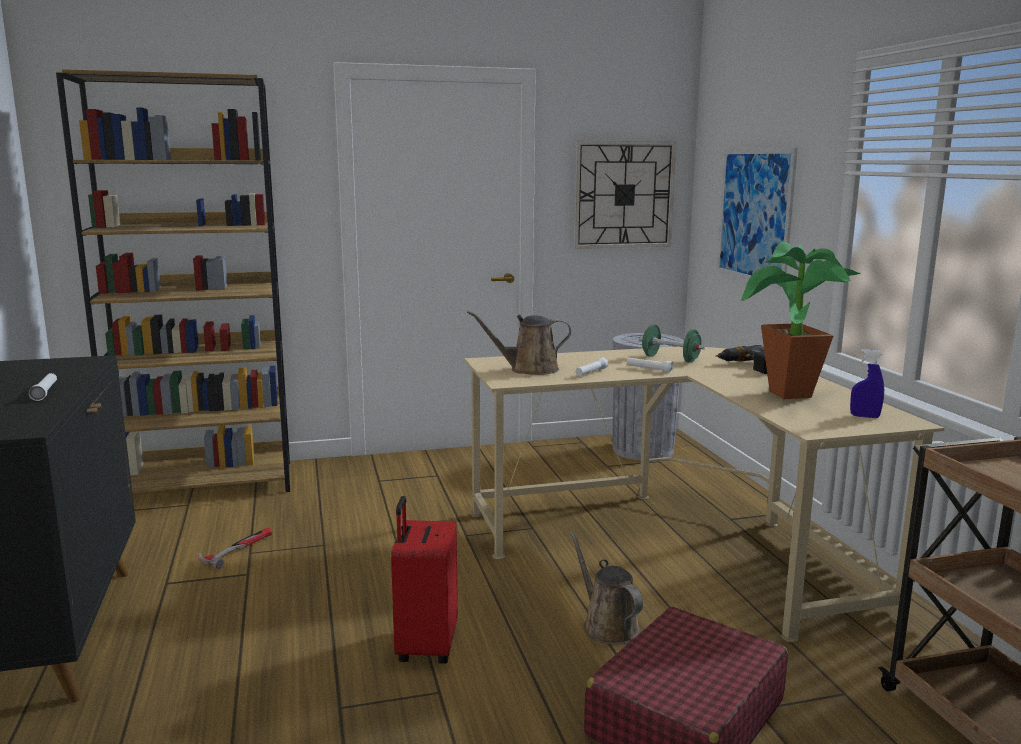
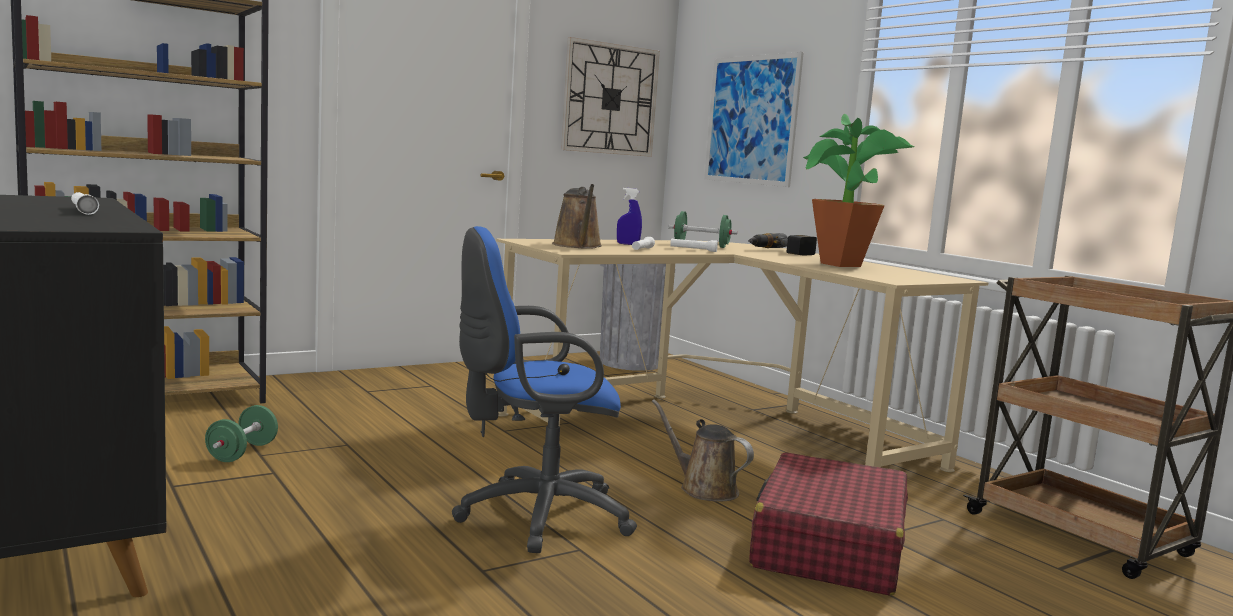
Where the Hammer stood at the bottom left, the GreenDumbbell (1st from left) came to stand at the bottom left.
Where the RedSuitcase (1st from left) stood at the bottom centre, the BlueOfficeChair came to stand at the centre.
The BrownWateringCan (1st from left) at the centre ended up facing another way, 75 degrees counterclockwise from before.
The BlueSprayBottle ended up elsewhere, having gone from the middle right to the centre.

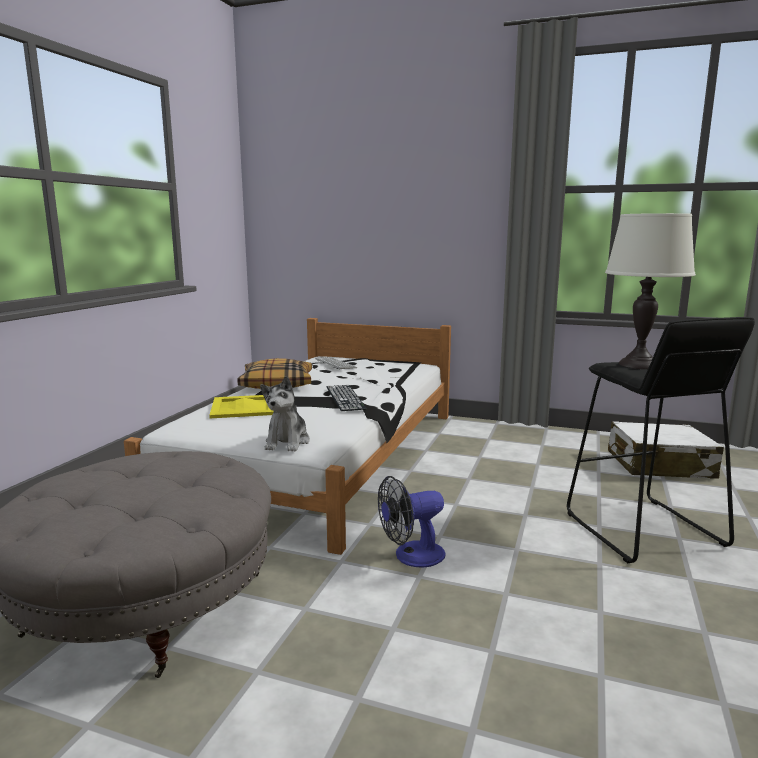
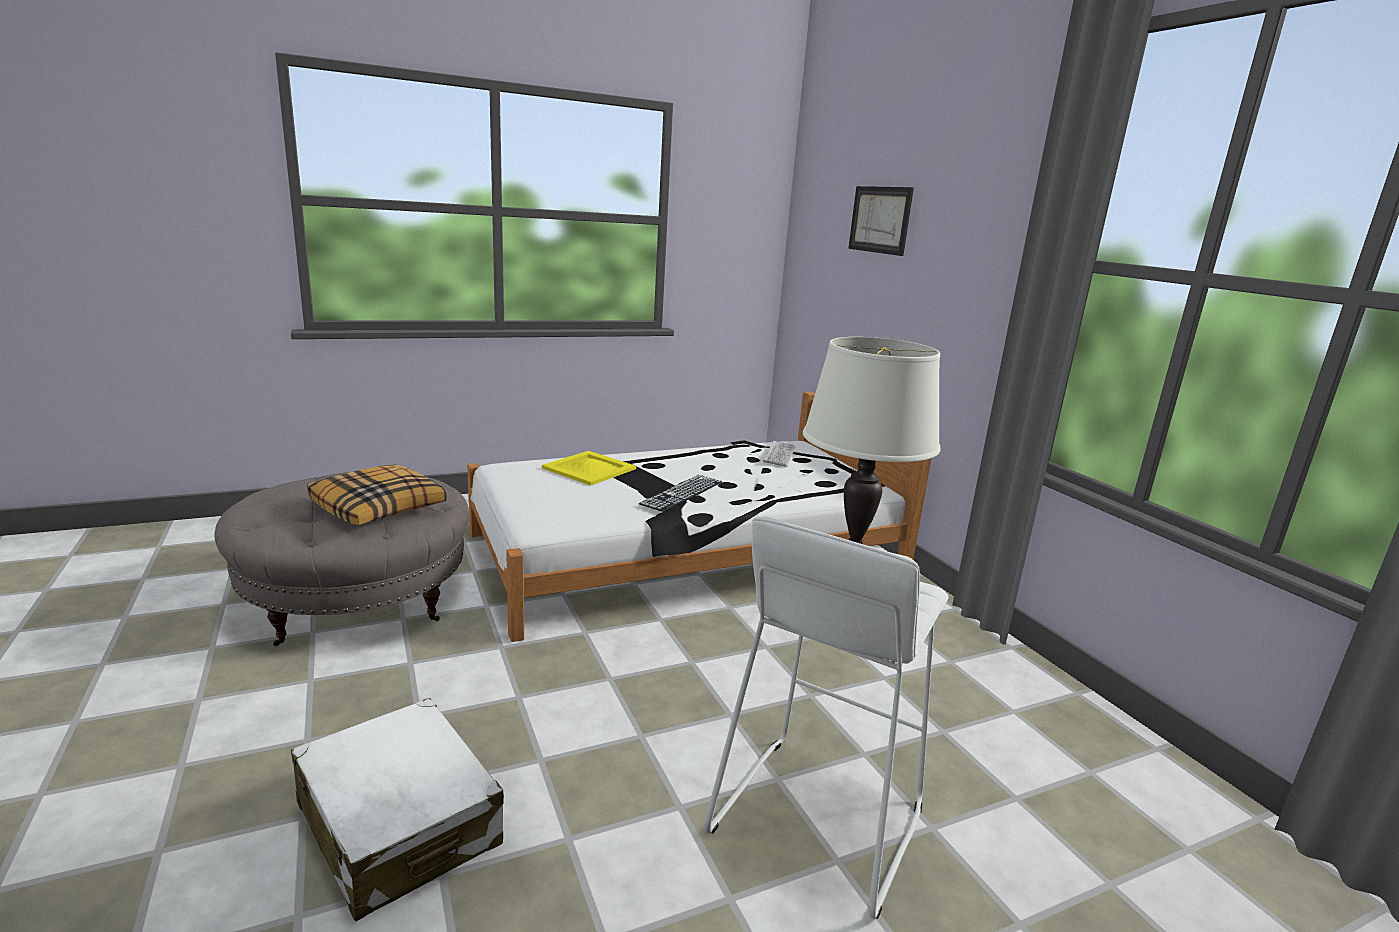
The Pillow ended up elsewhere, having gone from the centre to the middle left.
The second view lost the PlushToy at the centre.
The second view lost the Fan at the bottom centre.
What was the BlackStool at the middle right turned into the WhiteStool at the bottom centre.
The WhiteSuitcase ended up elsewhere, having gone from the middle right to the bottom left.
The second view gained the Picture at the top centre.

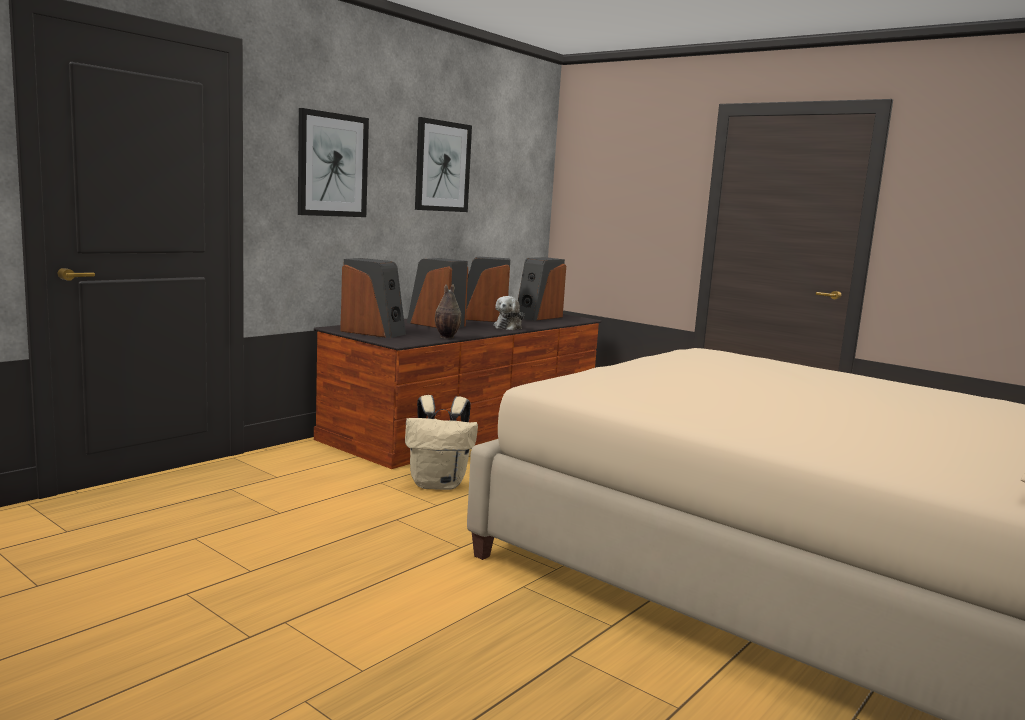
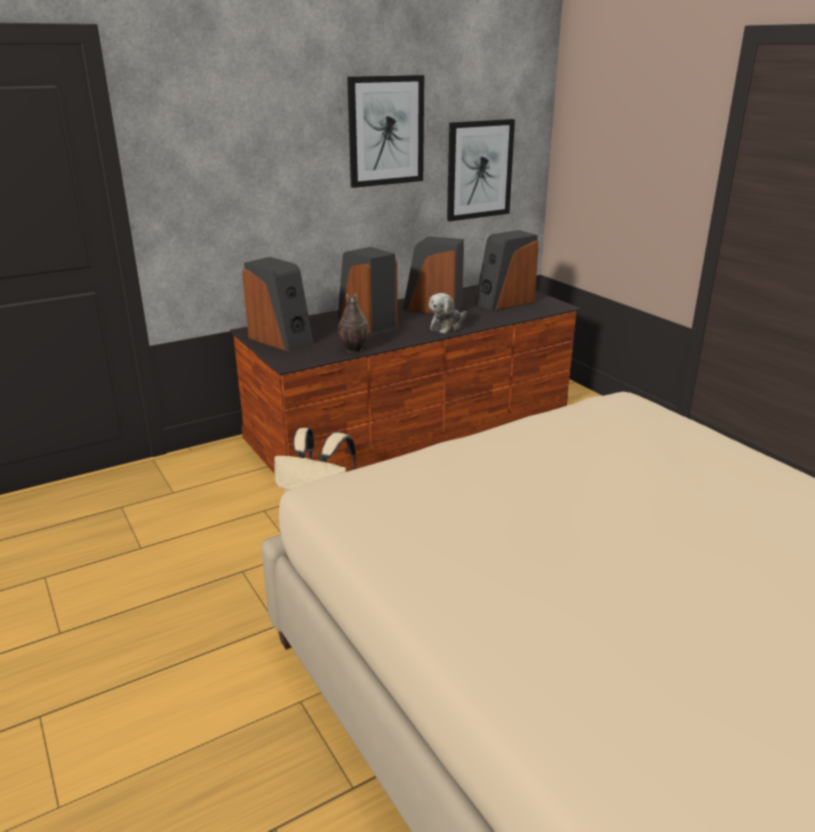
The Picture (1st from left in the first image) ended up elsewhere, having gone from the top left to the top centre.

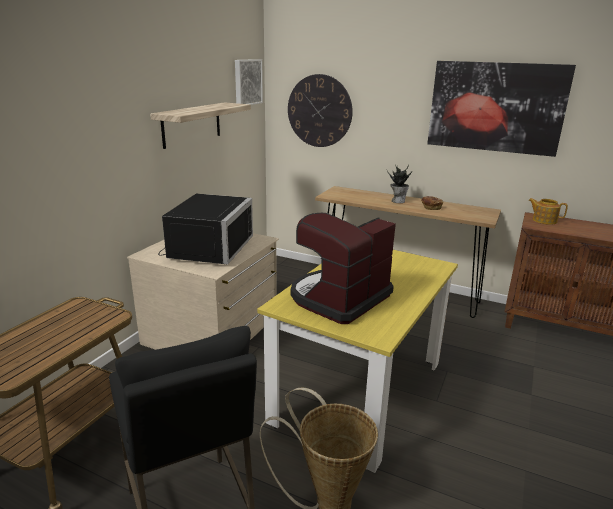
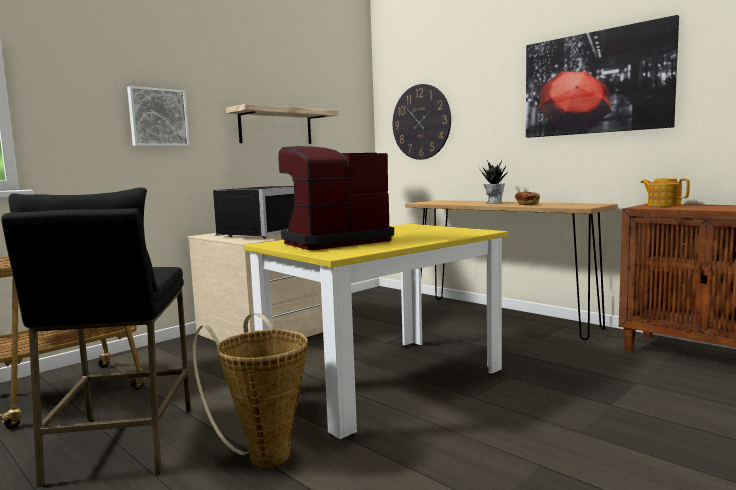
The Picture (1st from left) ended up elsewhere, having gone from the top centre to the top left.

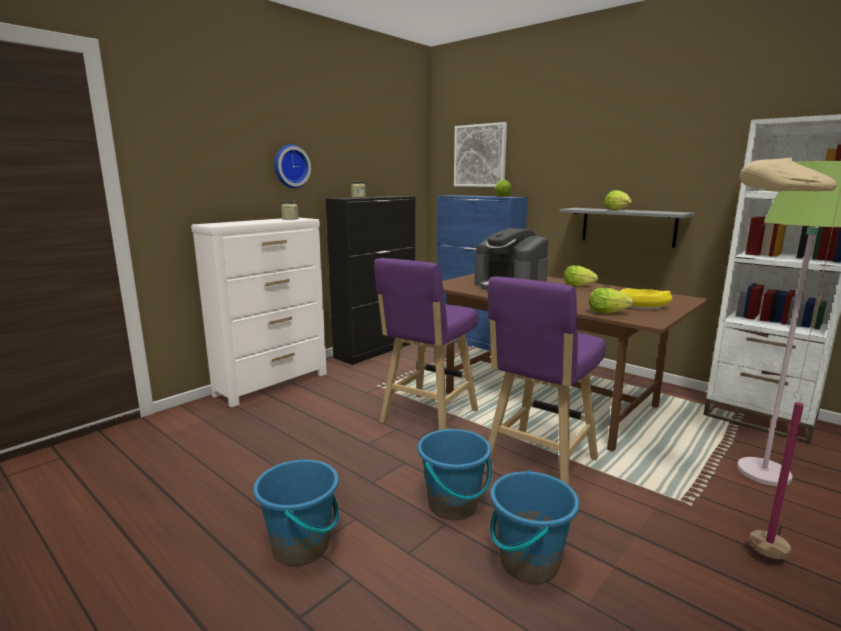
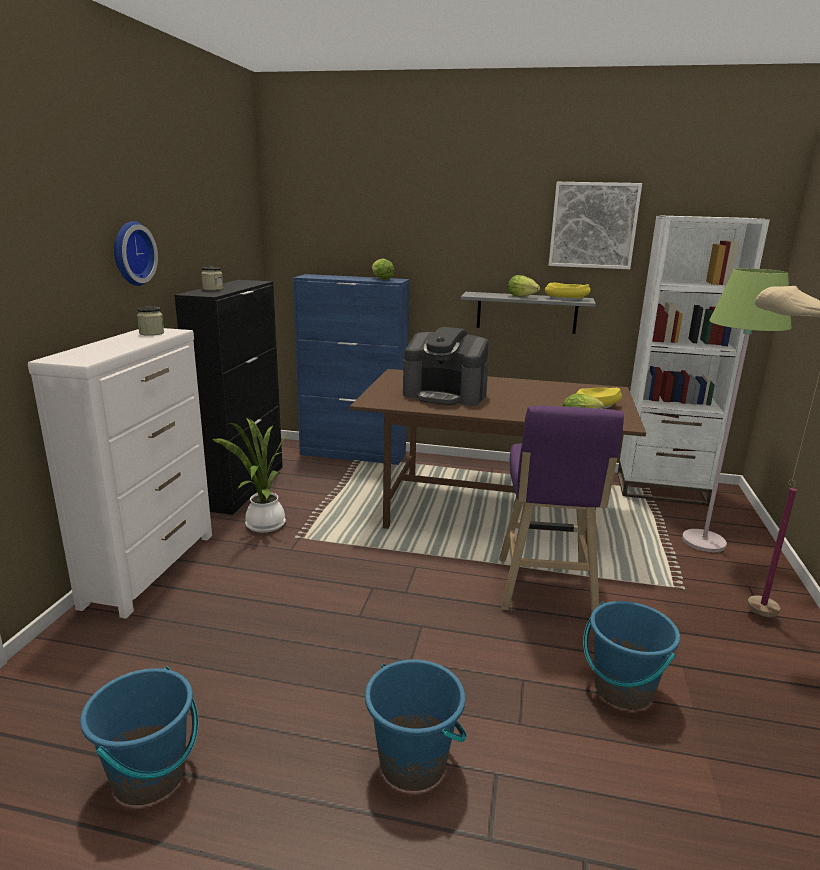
The second view lost the PurpleStool (1st from left) at the centre.
The BlueBucket (2nd from left in the first image) ended up elsewhere, having gone from the bottom centre to the bottom left.
The Picture ended up elsewhere, having gone from the top centre to the top right.
The second view lost the Lettuce (2nd from left) at the middle right.
The second view gained the PottedPlant at the middle left.
The second view gained the YellowBowl (1st from left) at the middle right.

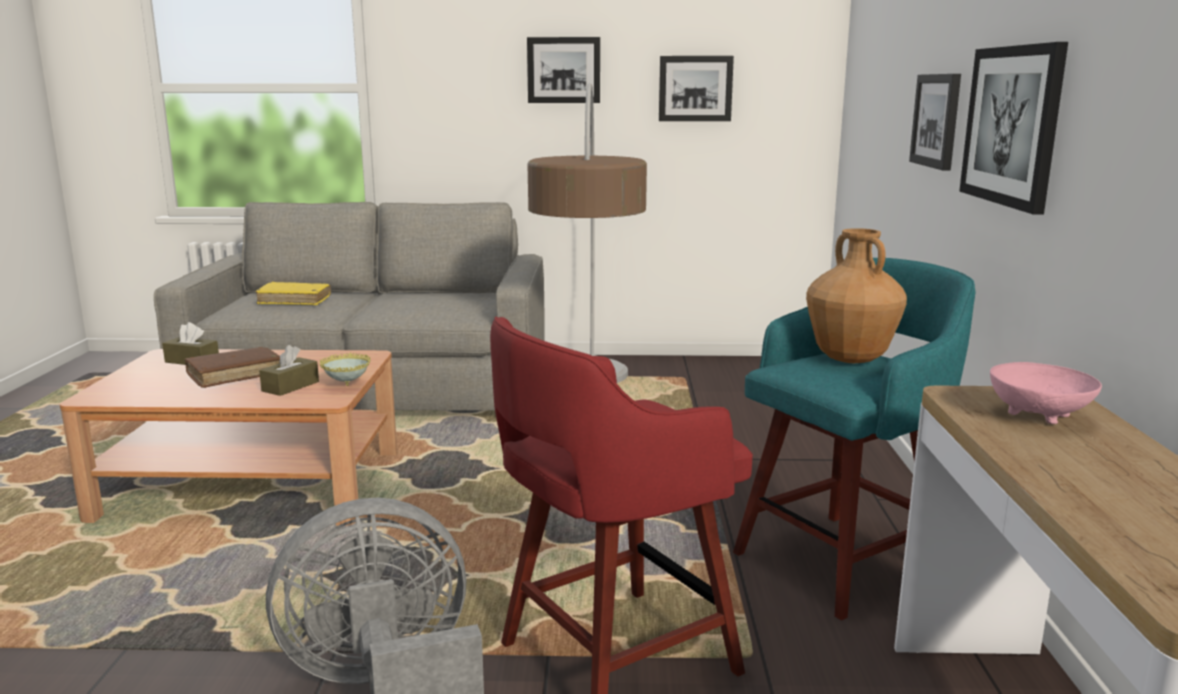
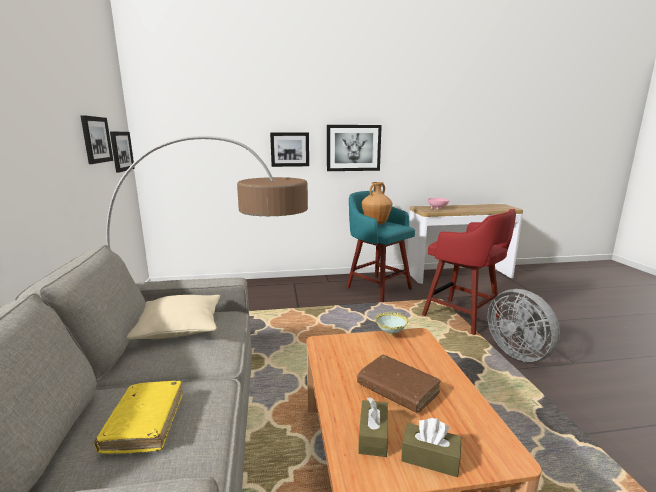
The BrownTissueBox (2nd from left) ended up elsewhere, having gone from the middle left to the bottom centre.
The Picture (1st from left in the first image) ended up elsewhere, having gone from the top centre to the top left.
The second view gained the BeigePillow at the middle left.

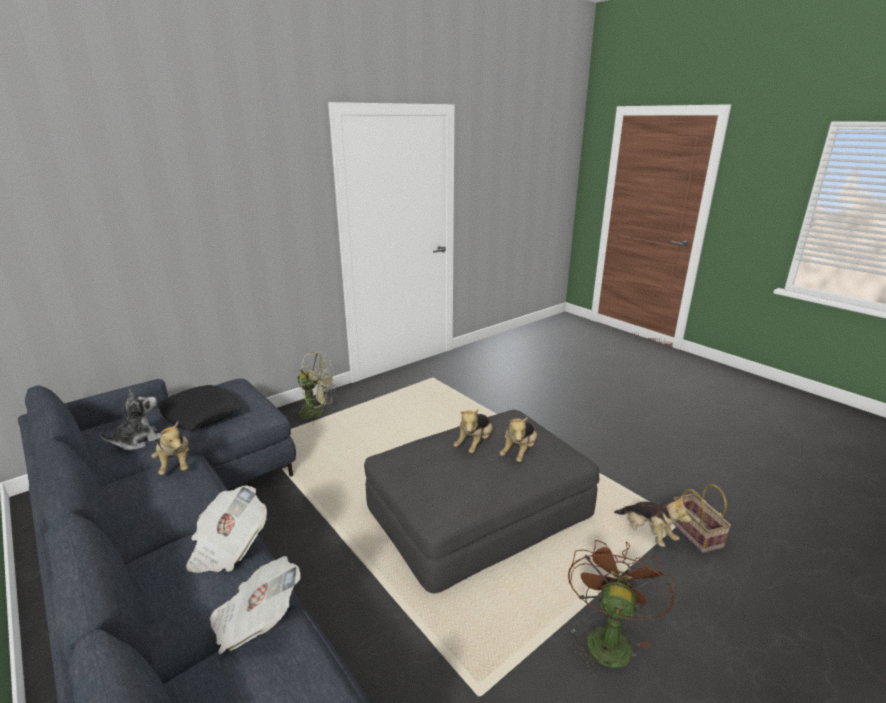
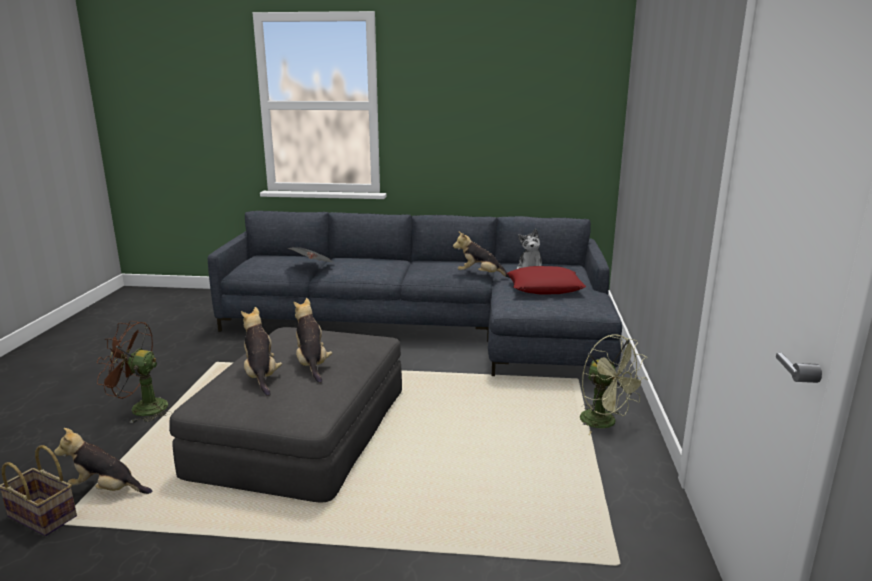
What was the BlackPillow at the middle left turned into the RedPillow at the centre.
The second view lost the Newspaper (1st from left) at the bottom left.
The GreenFan at the centre ended up facing another way, 90 degrees counterclockwise from before.
The BrownFan at the bottom right ended up facing another way, 120 degrees clockwise from before.

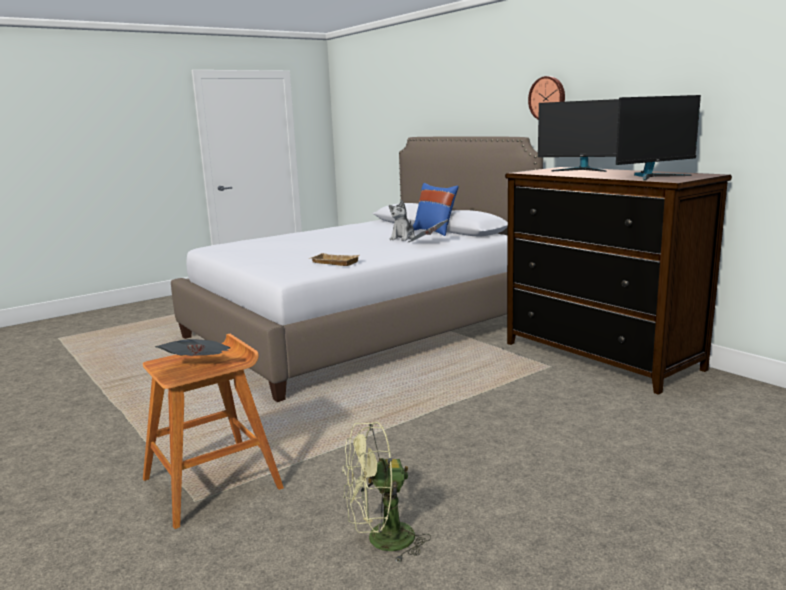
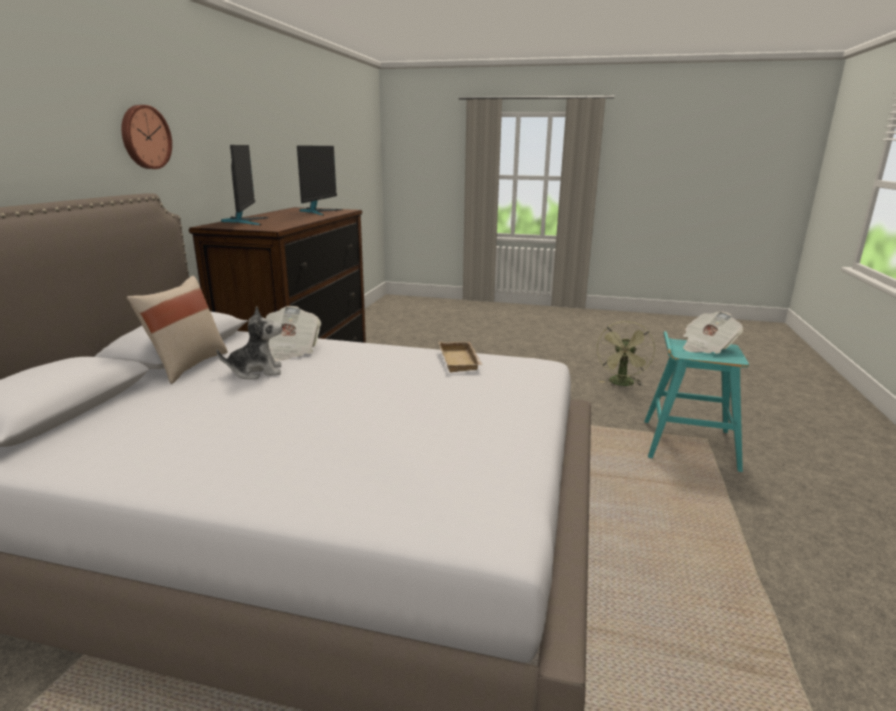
What was the BrownStool at the bottom left turned into the TurquoiseStool at the middle right.
The GreenFan at the bottom centre ended up facing another way, 75 degrees clockwise from before.
What was the BluePillow at the centre turned into the BeigePillow at the middle left.
The Monitor (2nd from left) at the top right ended up facing another way, 75 degrees clockwise from before.

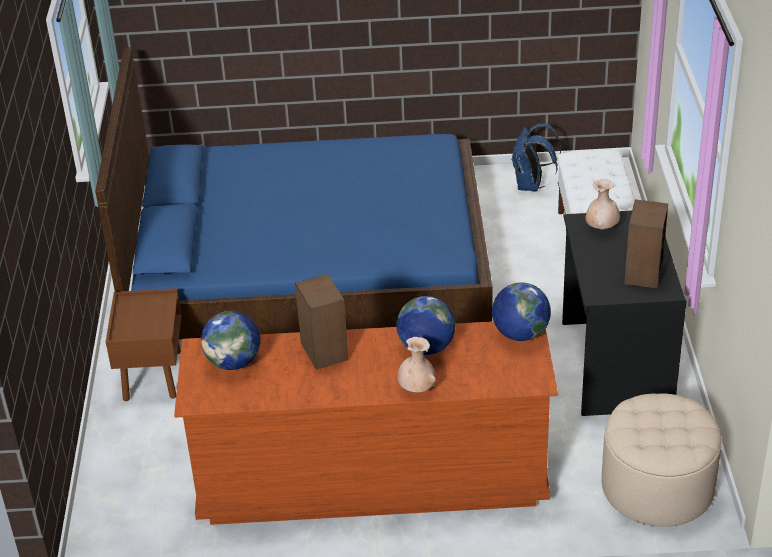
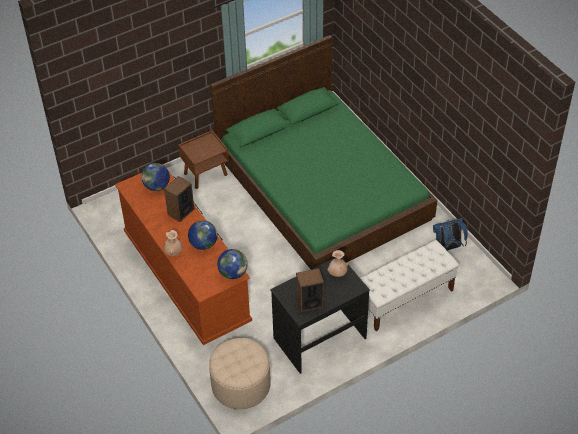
What was the BlueBed at the centre turned into the GreenBed at the centre.

